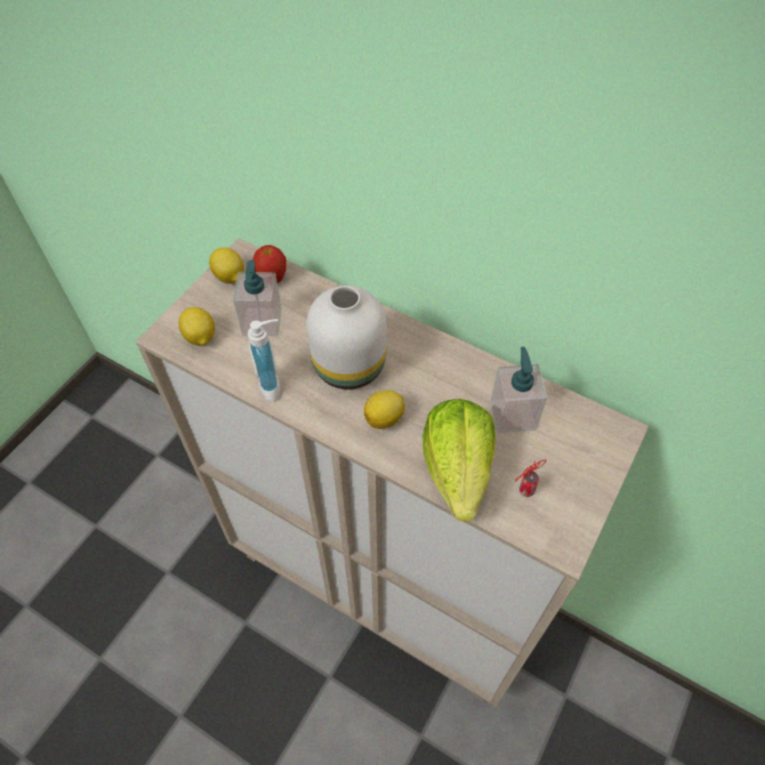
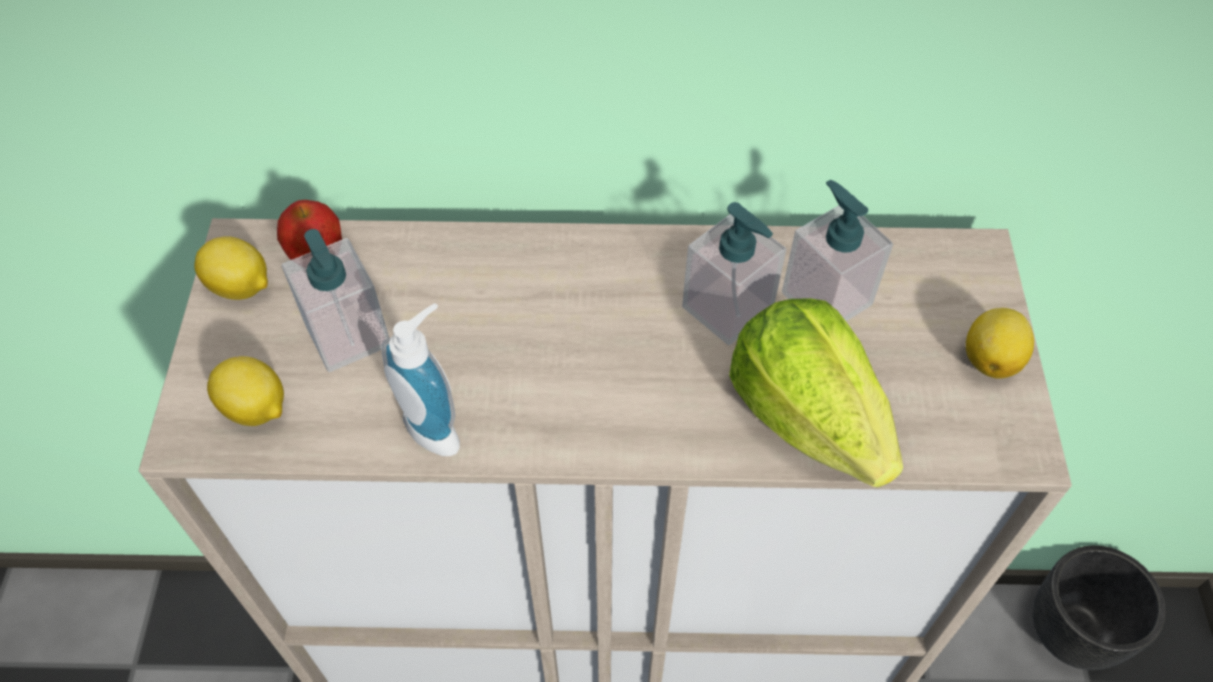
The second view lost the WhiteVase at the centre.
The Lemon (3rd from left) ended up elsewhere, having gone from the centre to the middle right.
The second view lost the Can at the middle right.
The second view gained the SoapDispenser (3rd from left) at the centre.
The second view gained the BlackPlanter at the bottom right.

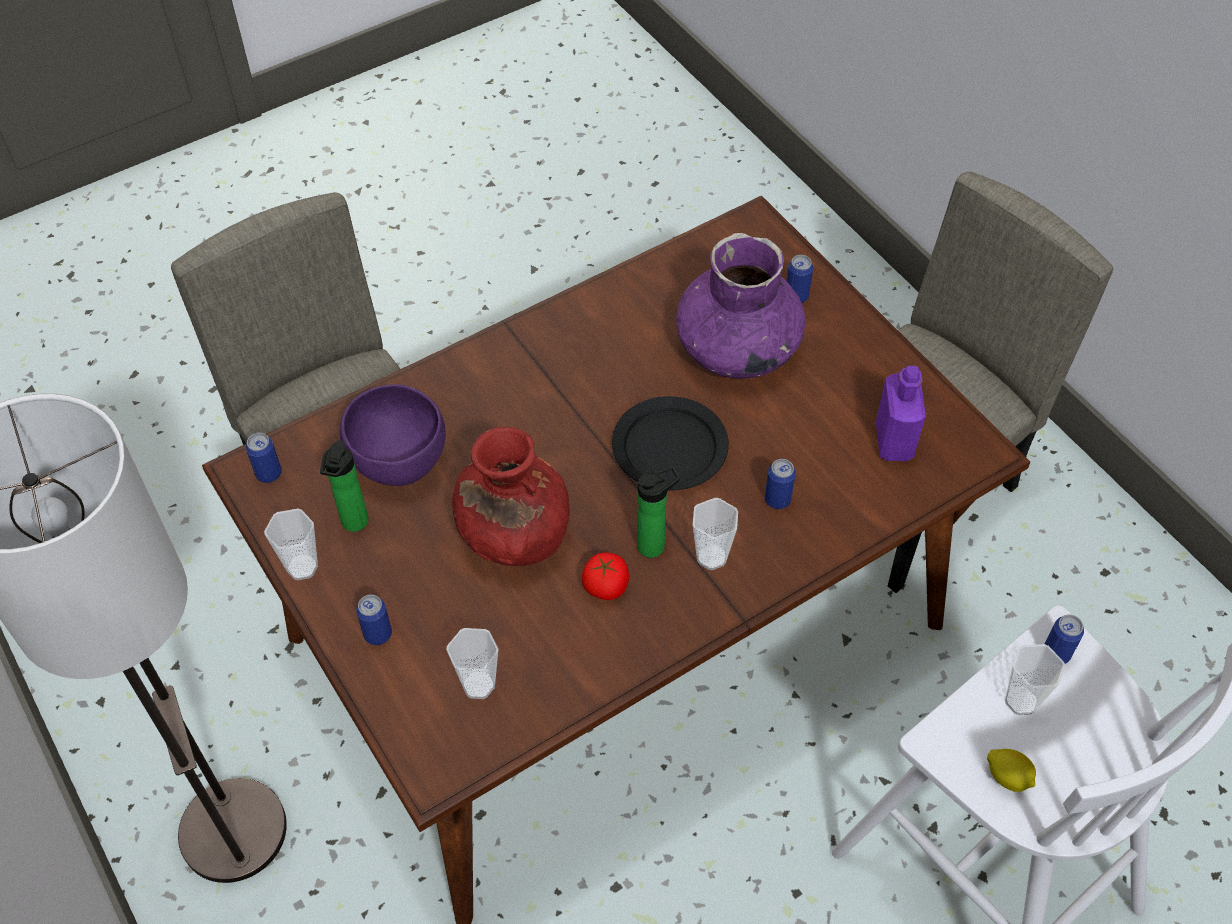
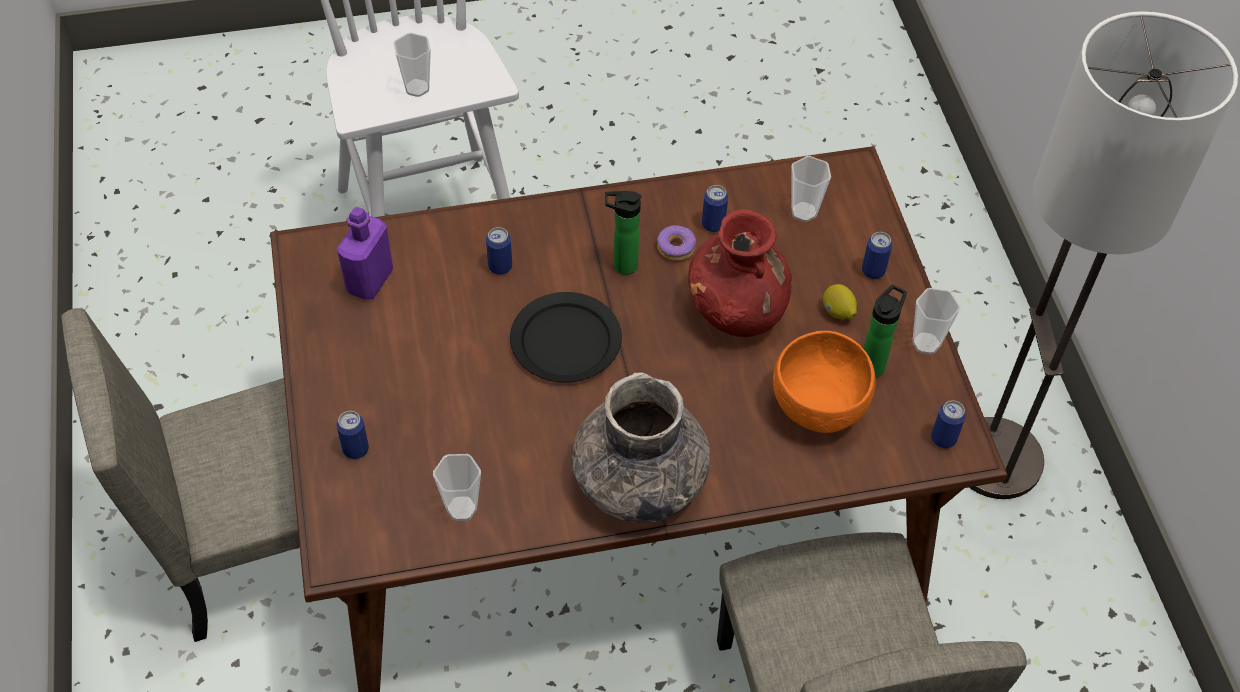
What was the PurpleBowl at the middle left turned into the OrangeBowl at the centre.
Where the Tomato stood at the centre, the Donut came to stand at the centre.
The second view lost the PurpleVase at the top centre.
The Cup (3rd from left in the first image) ended up elsewhere, having gone from the centre to the bottom centre.
The Lemon ended up elsewhere, having gone from the bottom right to the middle right.
The Can (5th from left in the first image) ended up elsewhere, having gone from the bottom right to the top centre.
The second view gained the GreyVase at the centre.

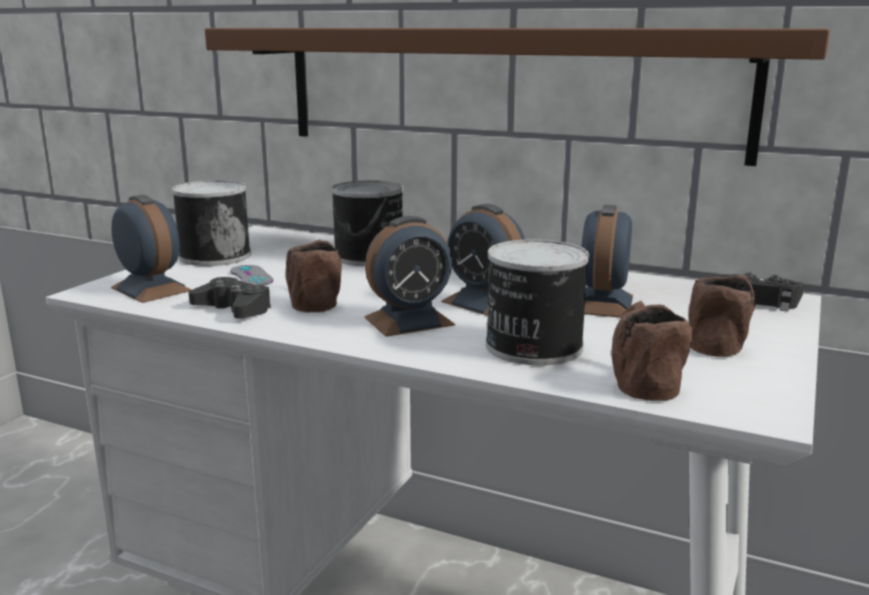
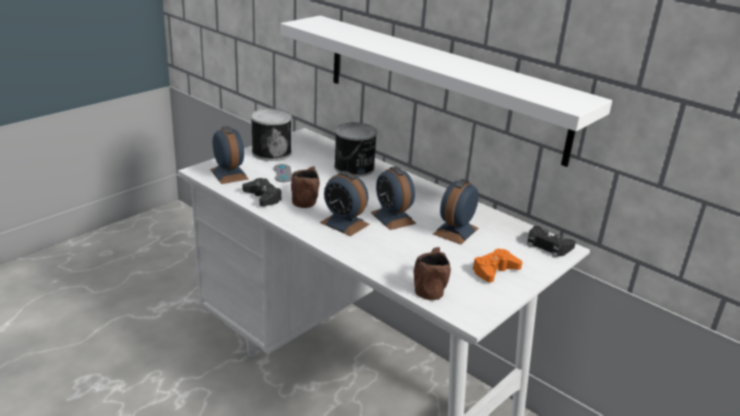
What was the BrownShelf at the top centre turned into the WhiteShelf at the top centre.
The AlarmClock (2nd from left) at the centre ended up facing another way, 45 degrees clockwise from before.
The second view lost the Can (3rd from left) at the centre.
Where the BrownMug (3rd from left) stood at the middle right, the OrangeGameController came to stand at the middle right.

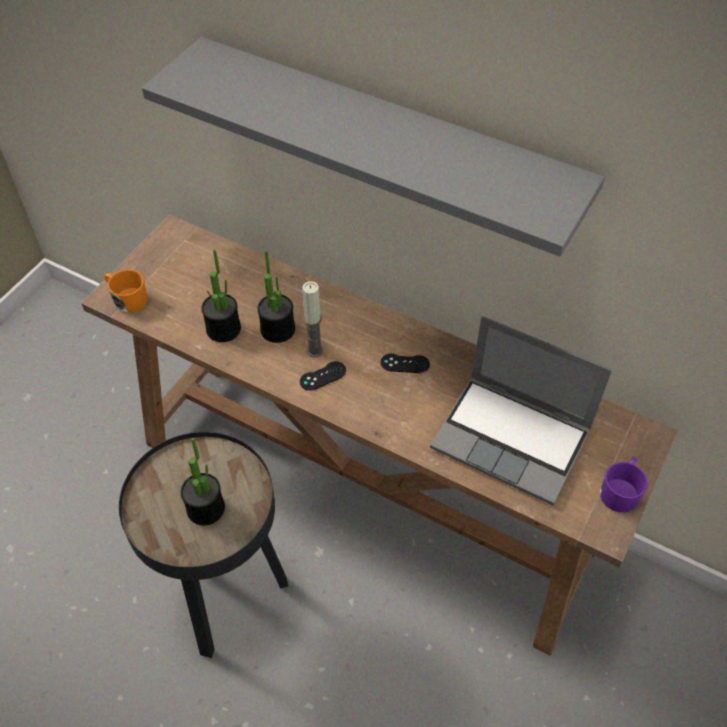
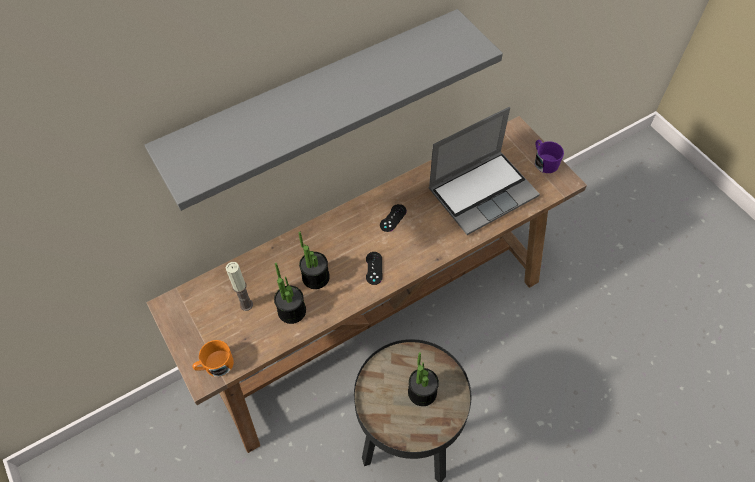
The Candle ended up elsewhere, having gone from the centre to the middle left.

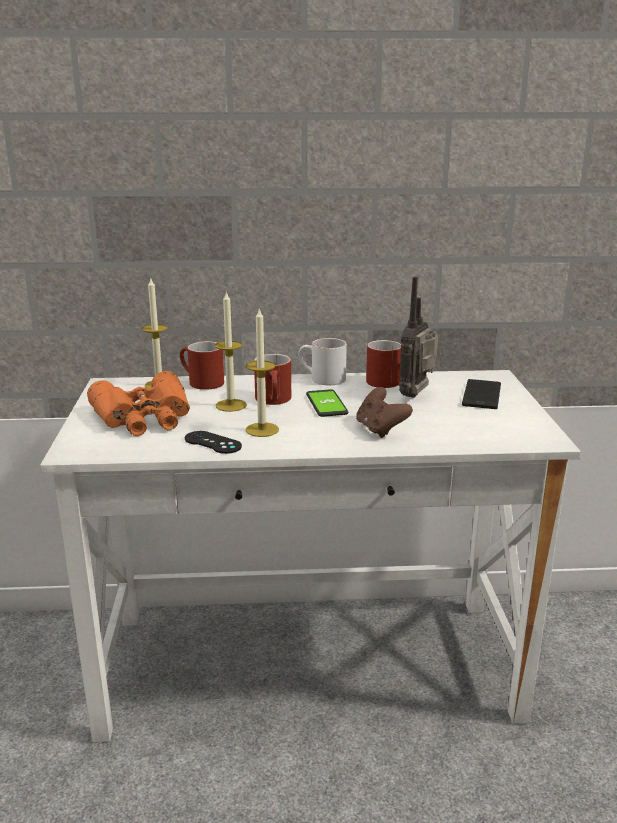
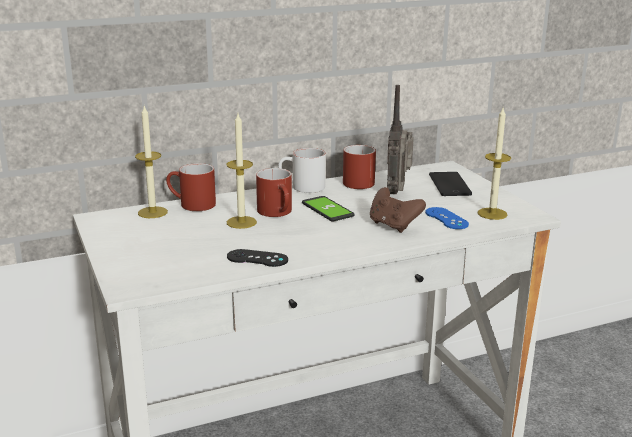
The second view lost the OrangeBinoculars at the middle left.
The Candle (3rd from left) ended up elsewhere, having gone from the centre to the middle right.
The second view gained the BlueGameController at the middle right.

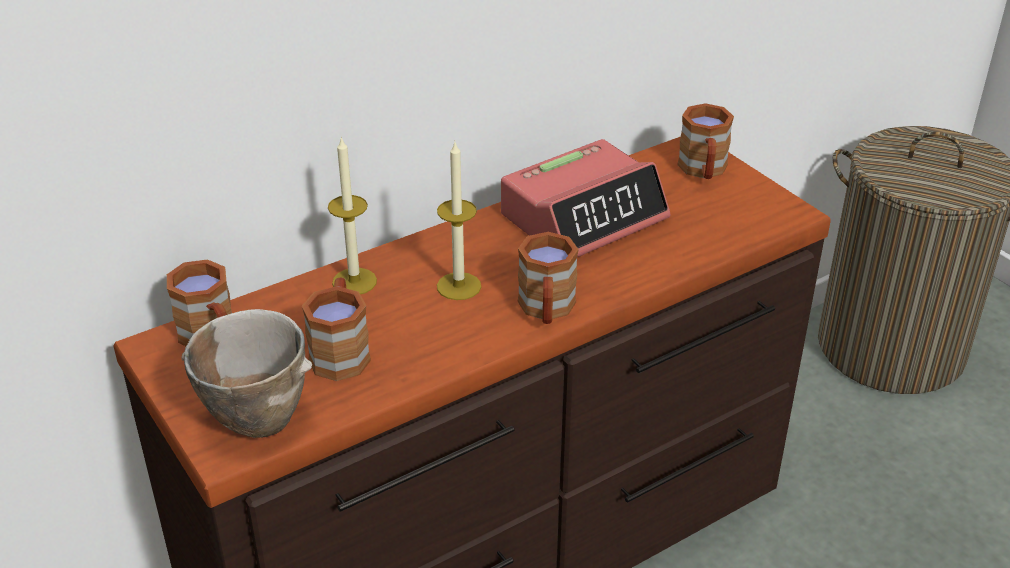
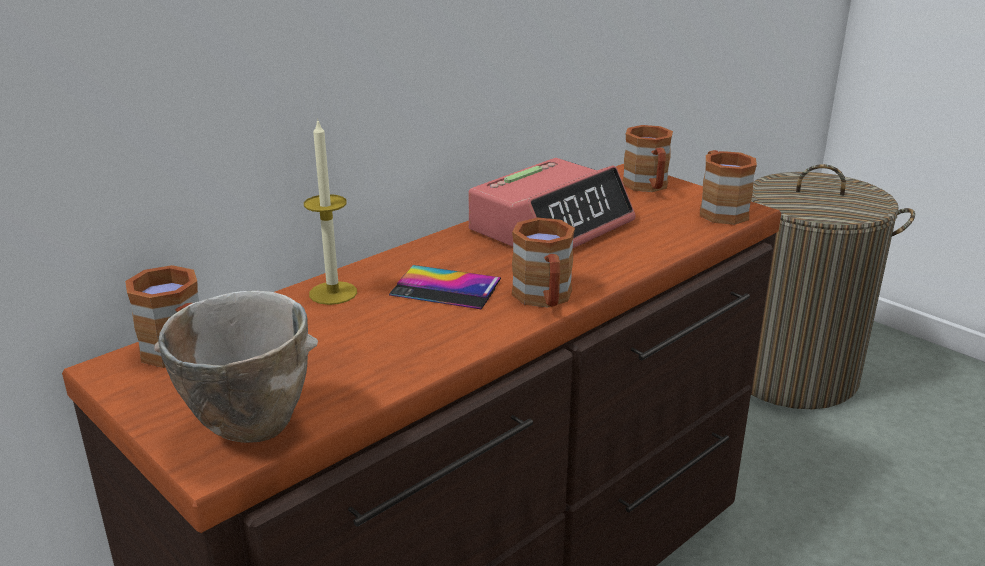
The BrownMug (2nd from left in the first image) ended up elsewhere, having gone from the middle left to the top right.
Where the Candle (2nd from left) stood at the centre, the Phone came to stand at the centre.

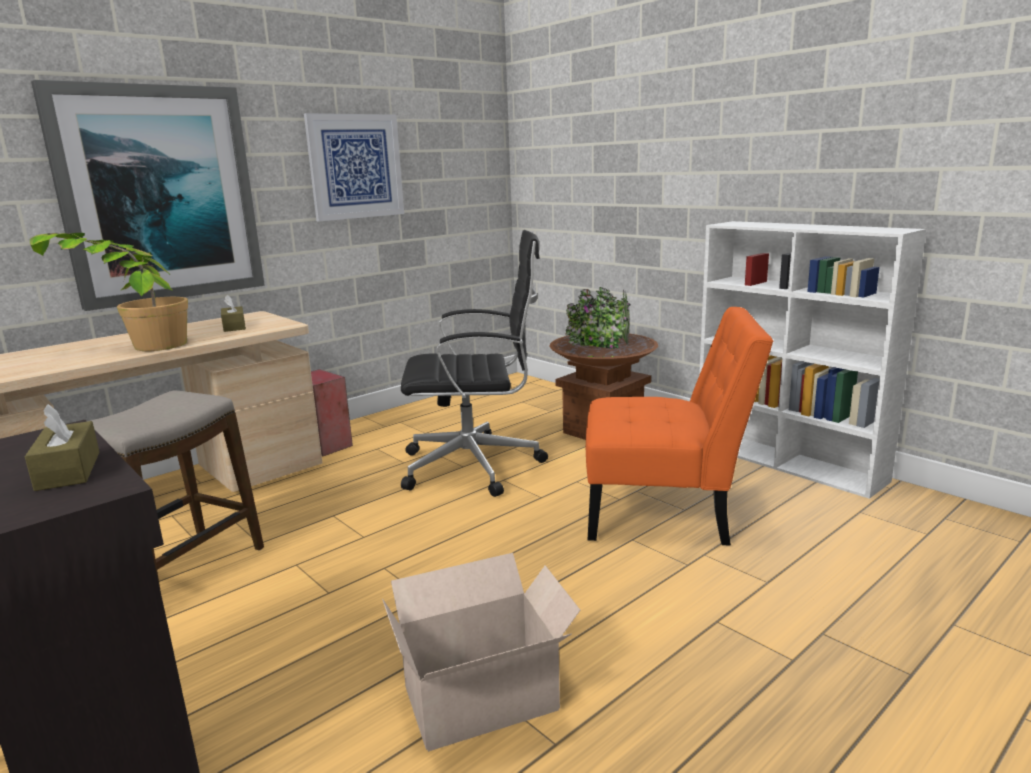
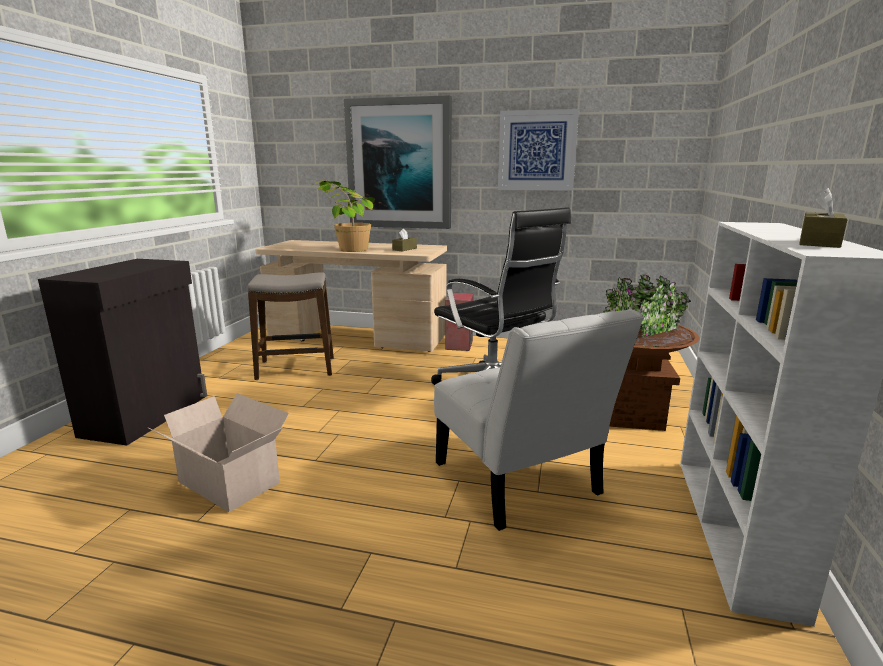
The BrownTissueBox (1st from left in the first image) ended up elsewhere, having gone from the middle left to the top right.
What was the OrangeChair at the centre turned into the WhiteChair at the centre.

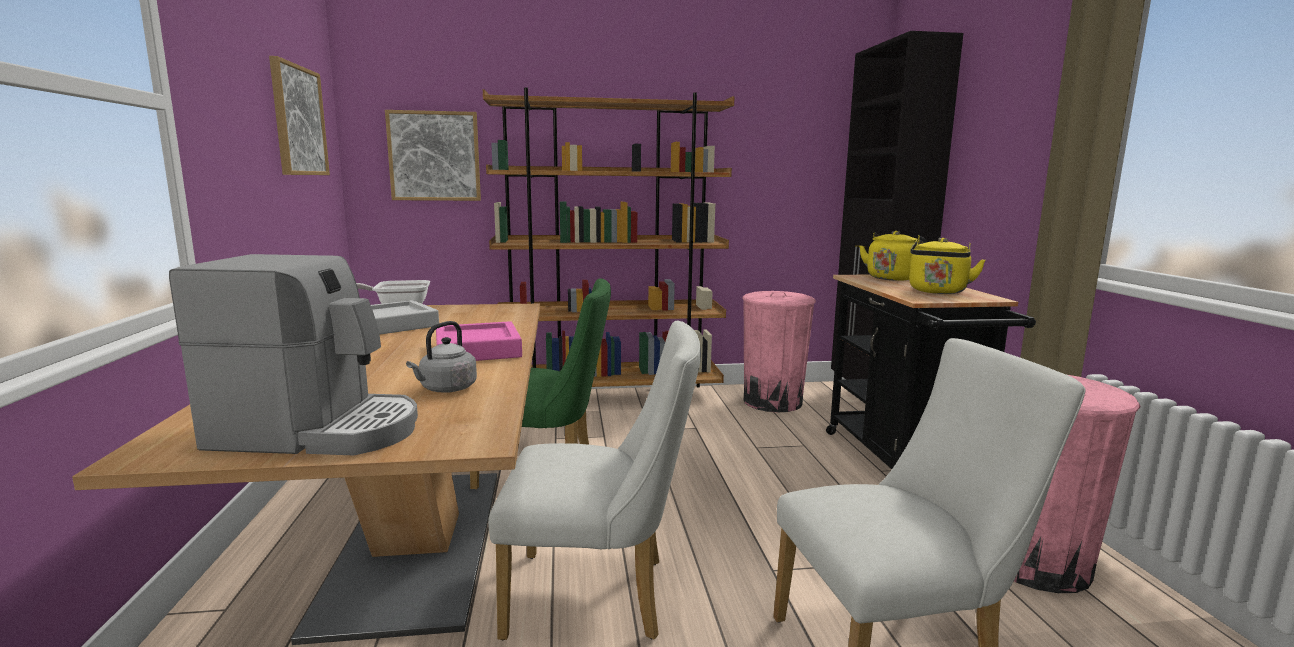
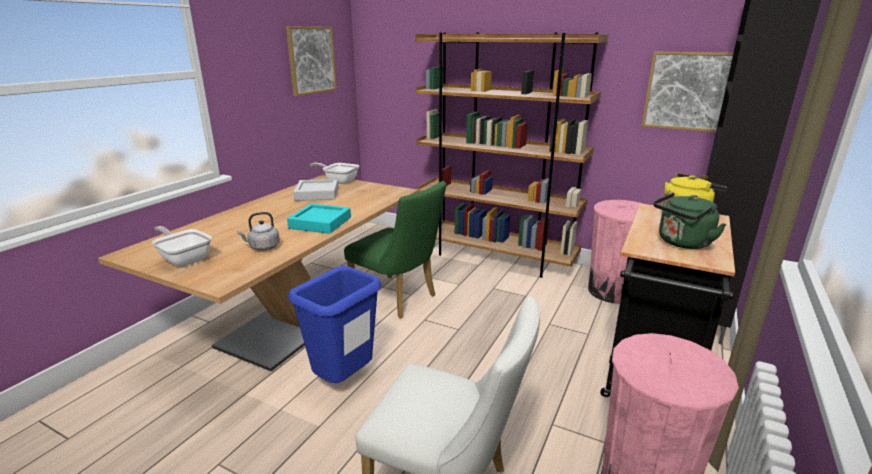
Where the CoffeeMachine stood at the middle left, the FryingPan (1st from left) came to stand at the middle left.
The Picture (2nd from left) ended up elsewhere, having gone from the top centre to the top right.
What was the PinkTray at the centre turned into the TurquoiseTray at the centre.
Where the WhiteChair (1st from left) stood at the bottom centre, the BlueTrashCan came to stand at the bottom centre.
What was the YellowKettle (2nd from left) at the middle right turned into the GreenKettle at the middle right.

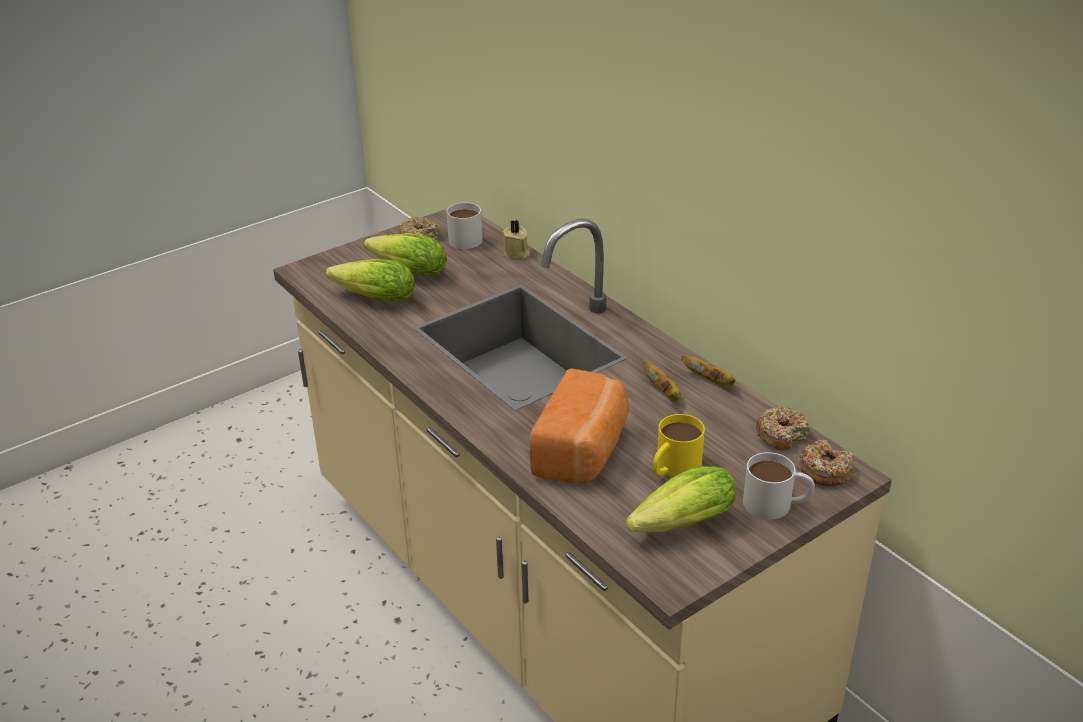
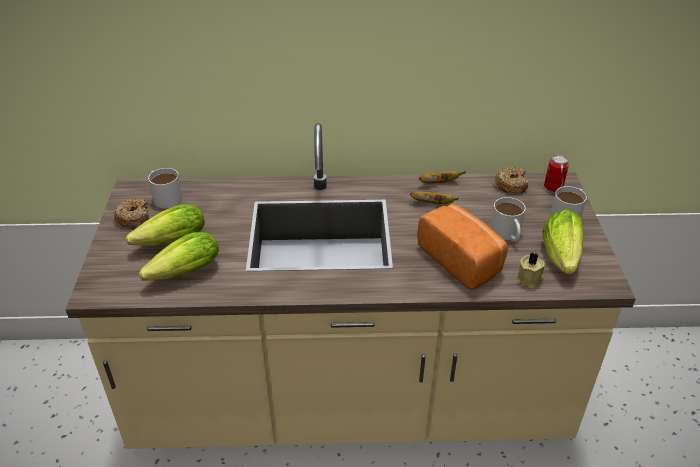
The BeigeCandle ended up elsewhere, having gone from the top centre to the middle right.
What was the YellowMug at the centre turned into the WhiteMug (2nd from left) at the middle right.
Where the Donut (3rd from left) stood at the middle right, the Can came to stand at the middle right.

